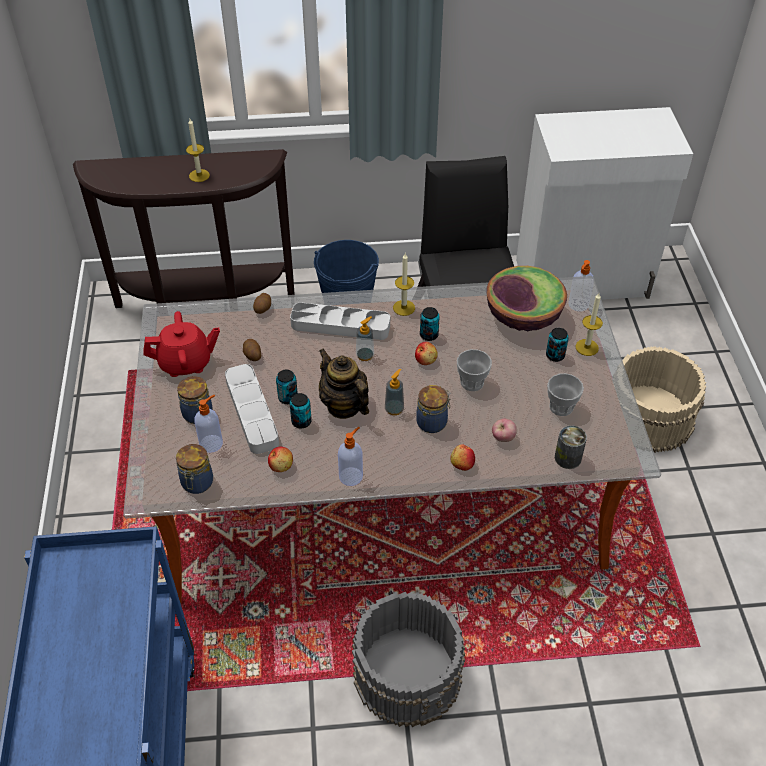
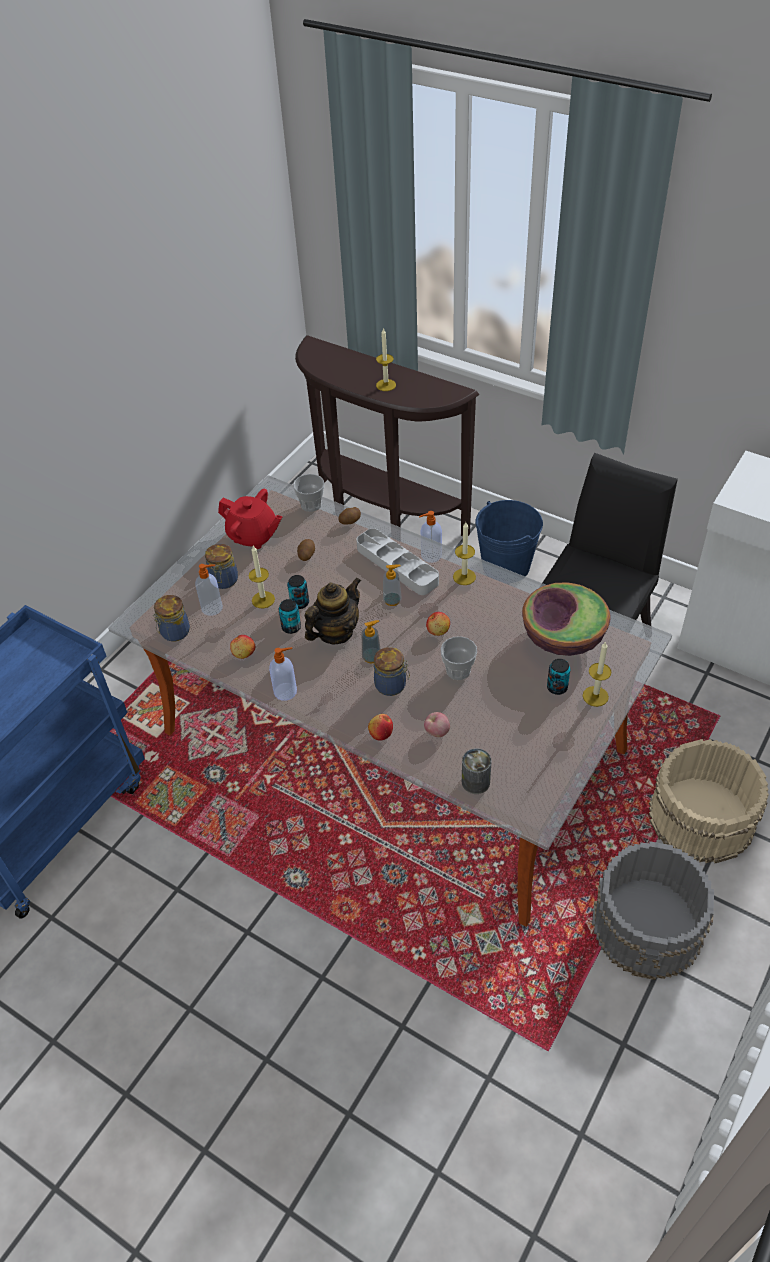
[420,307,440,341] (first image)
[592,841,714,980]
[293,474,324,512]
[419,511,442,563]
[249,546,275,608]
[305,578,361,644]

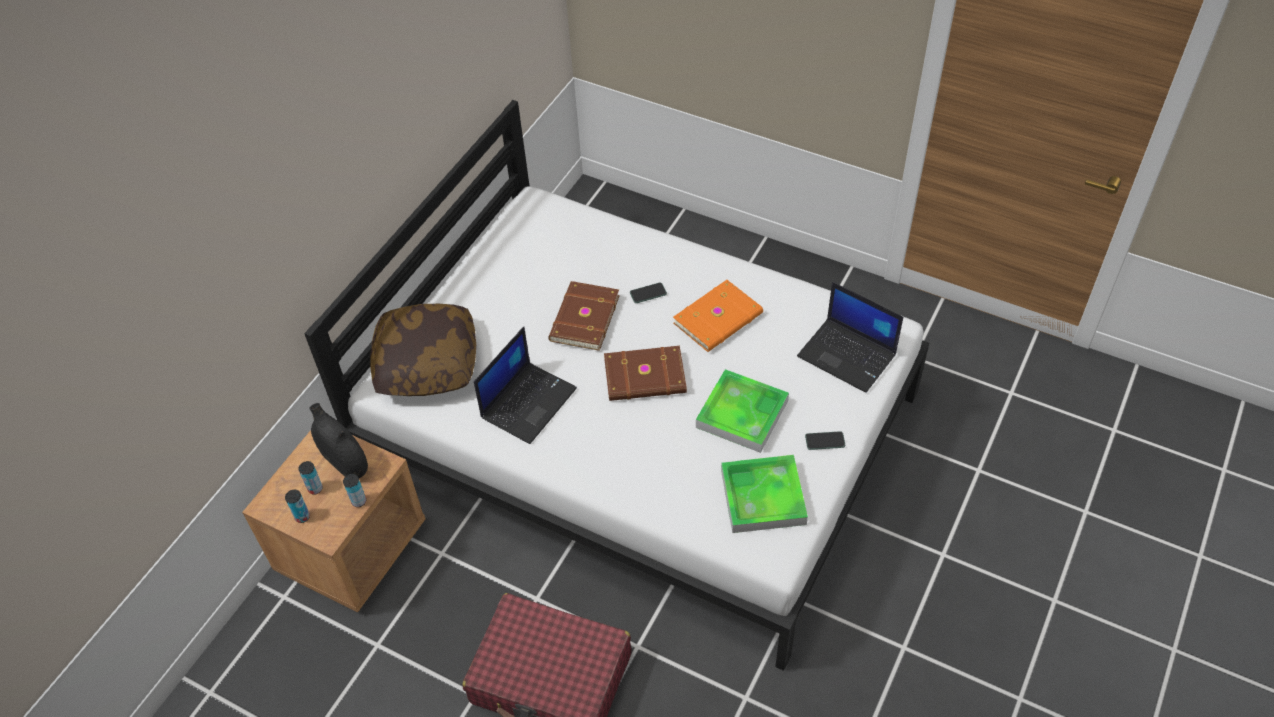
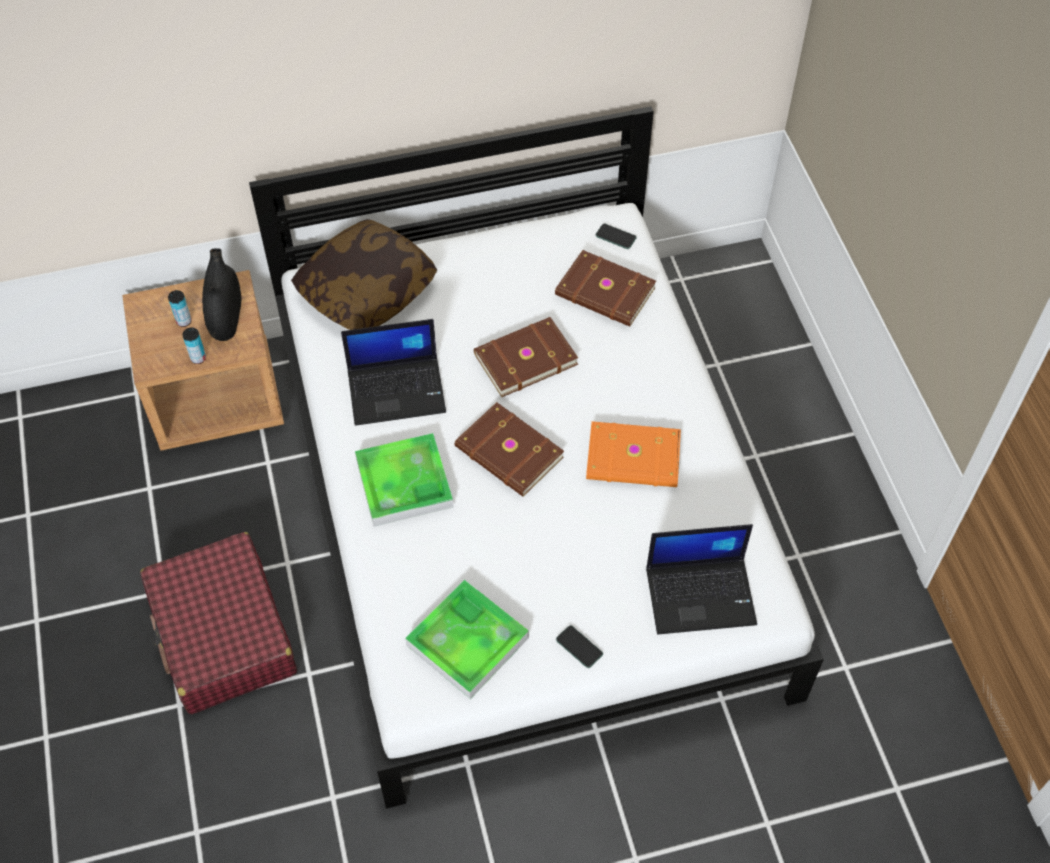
[285,490,310,523] (first image)
[555,250,656,327]
[596,224,637,249]
[355,433,454,527]
[646,524,757,634]

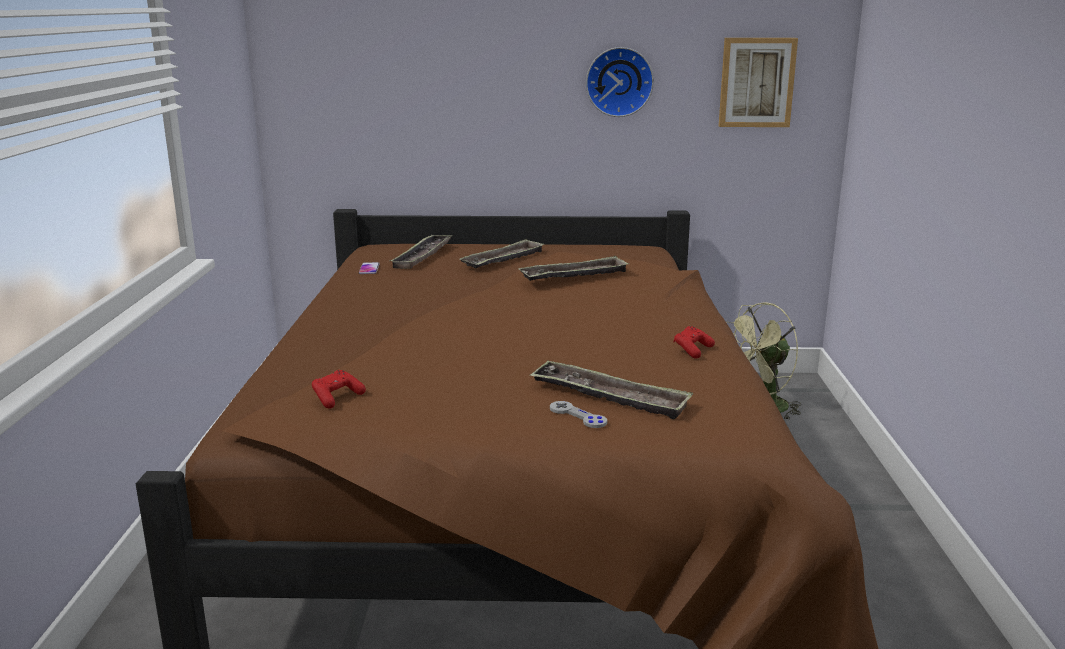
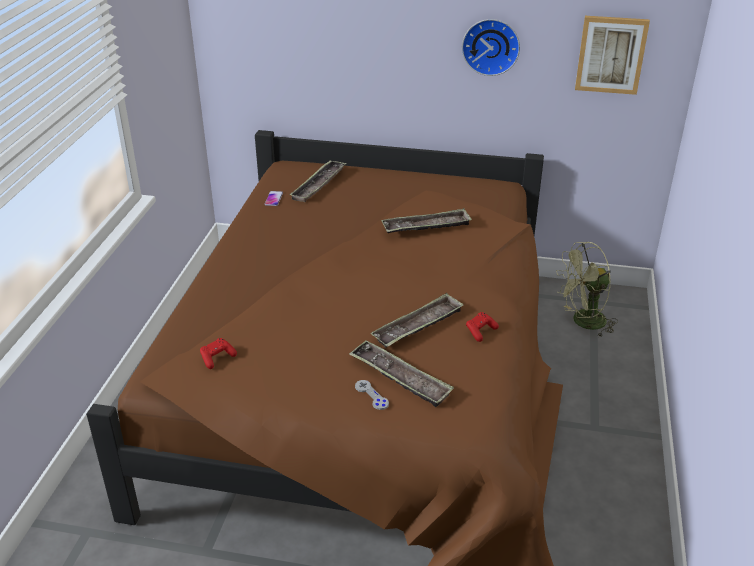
[371,293,464,347]

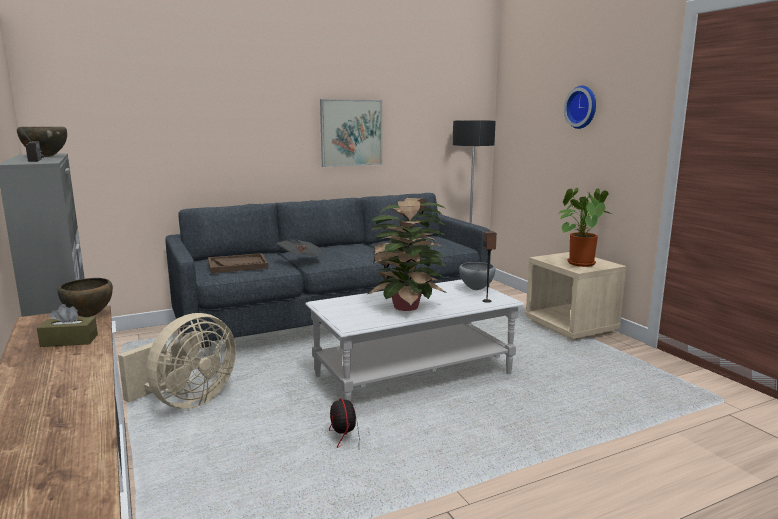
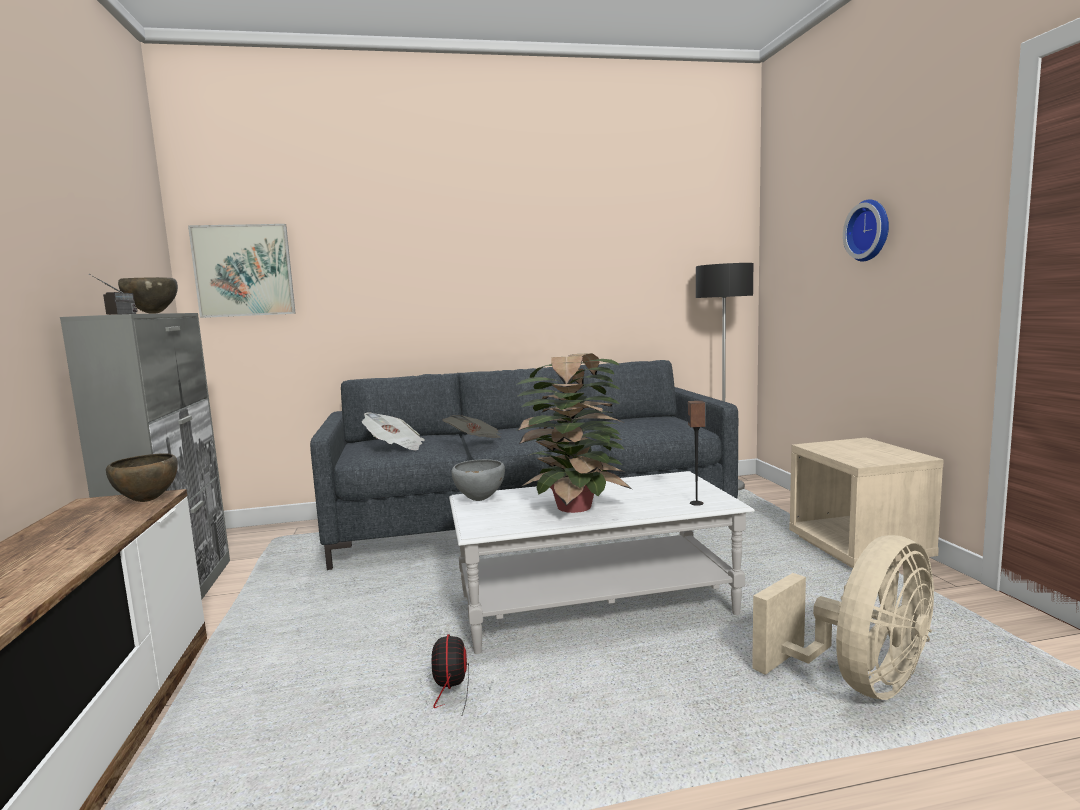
[37,304,98,347] (first image)
[559,188,612,267] (first image)
[752,535,934,700]
[188,224,296,318]
[451,459,505,501]
[362,413,425,450]

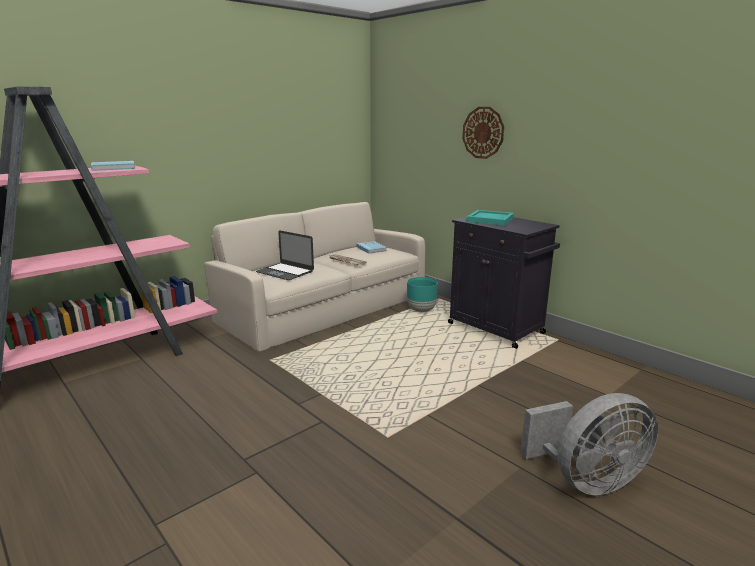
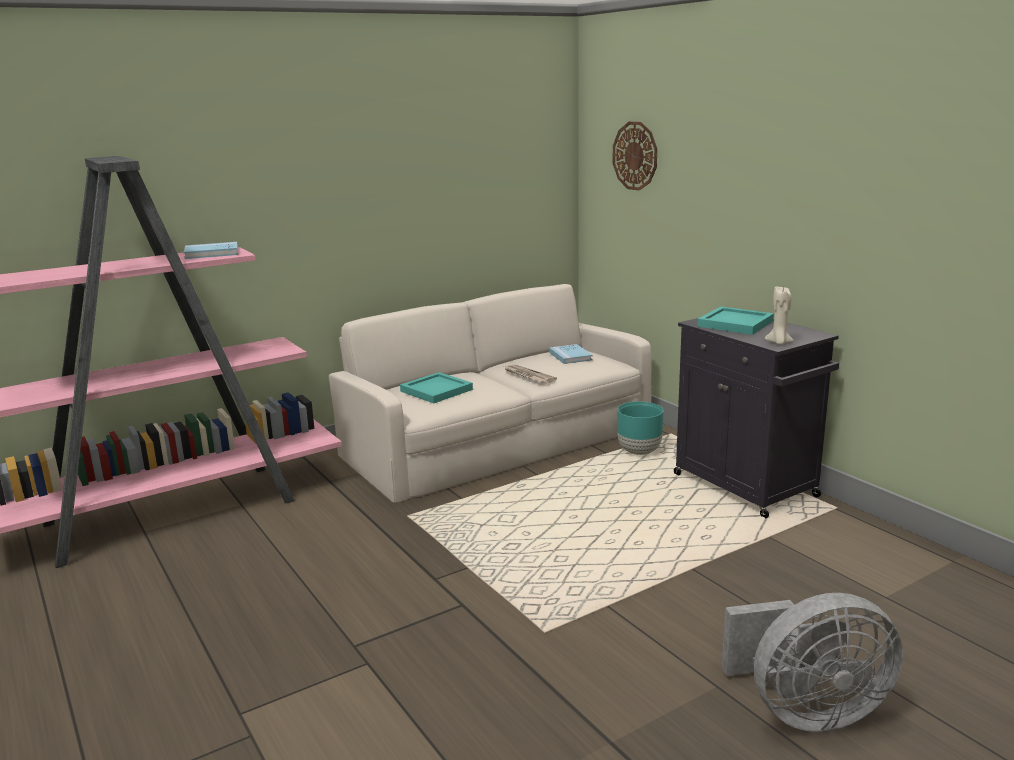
[765,287,794,345]
[612,122,657,191]
[400,372,473,403]

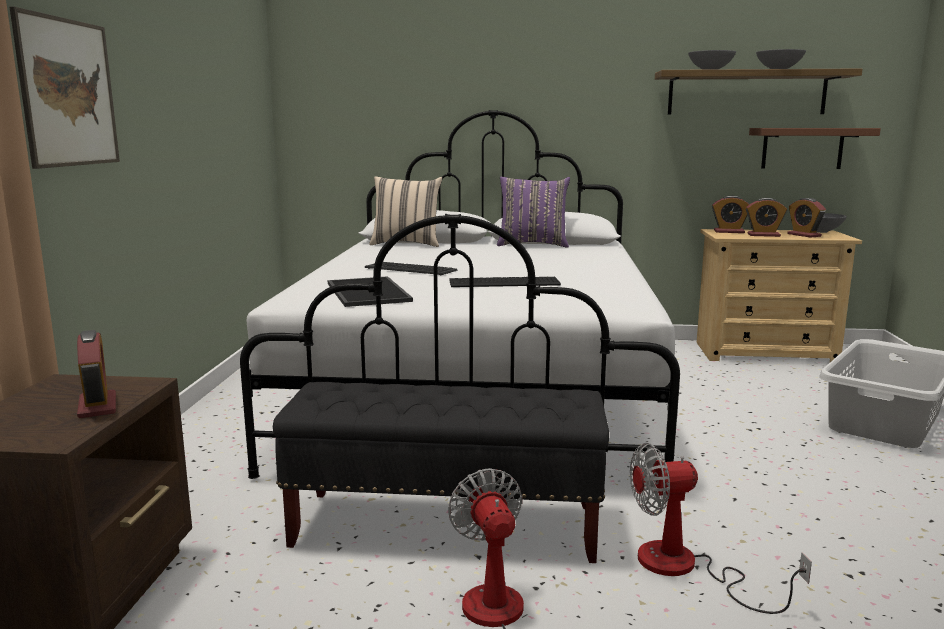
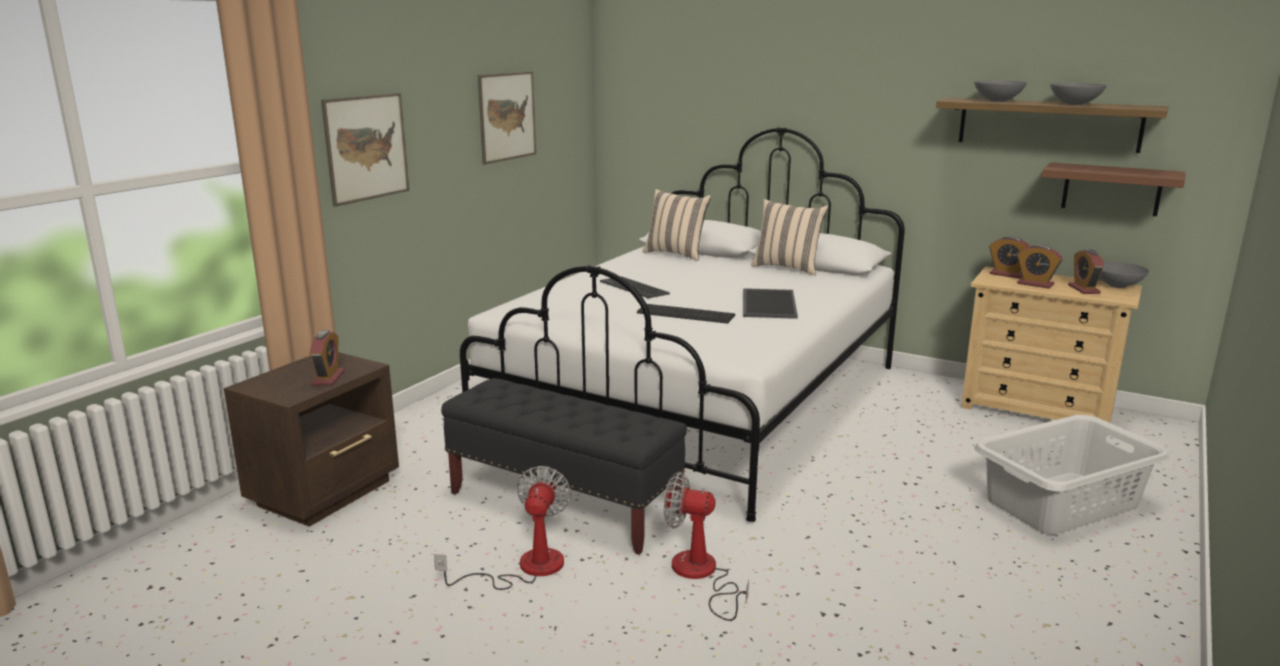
[478,71,536,165]
[743,288,798,319]
[751,199,828,276]

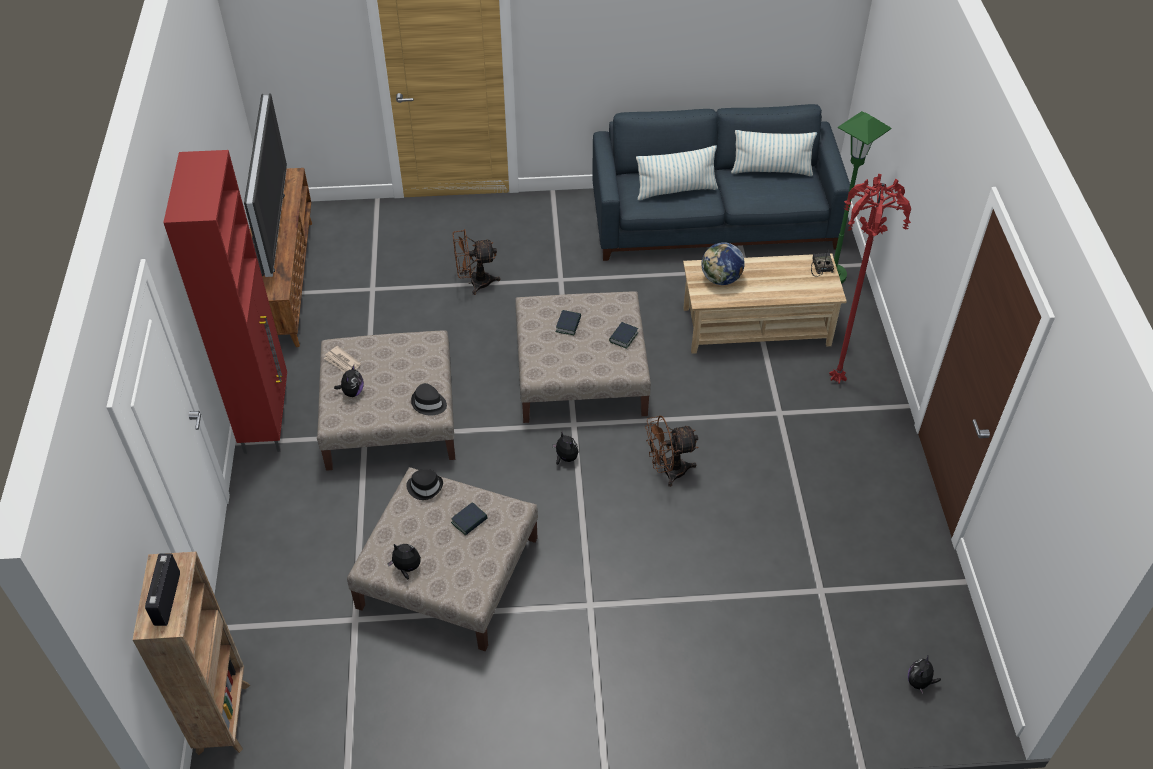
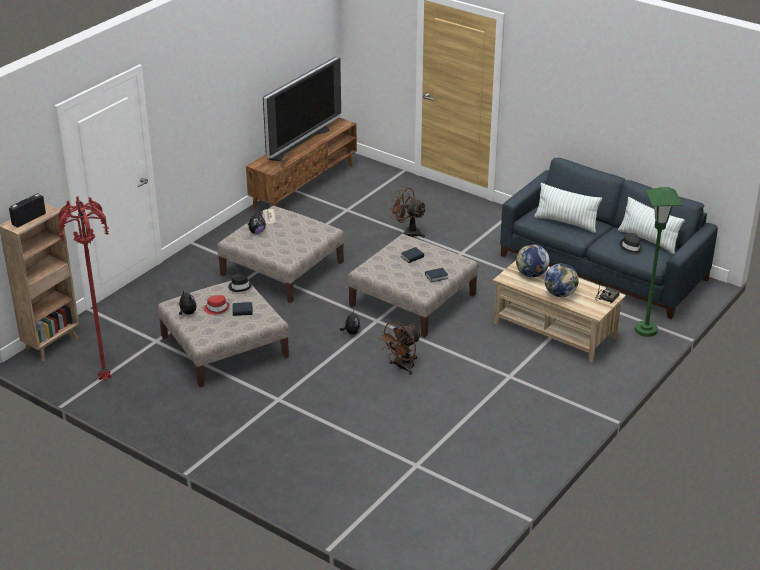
[163,150,287,454] (first image)
[908,656,941,694] (first image)
[204,295,230,315]
[544,263,579,297]
[620,233,643,255]
[58,196,112,380]
[378,322,422,375]

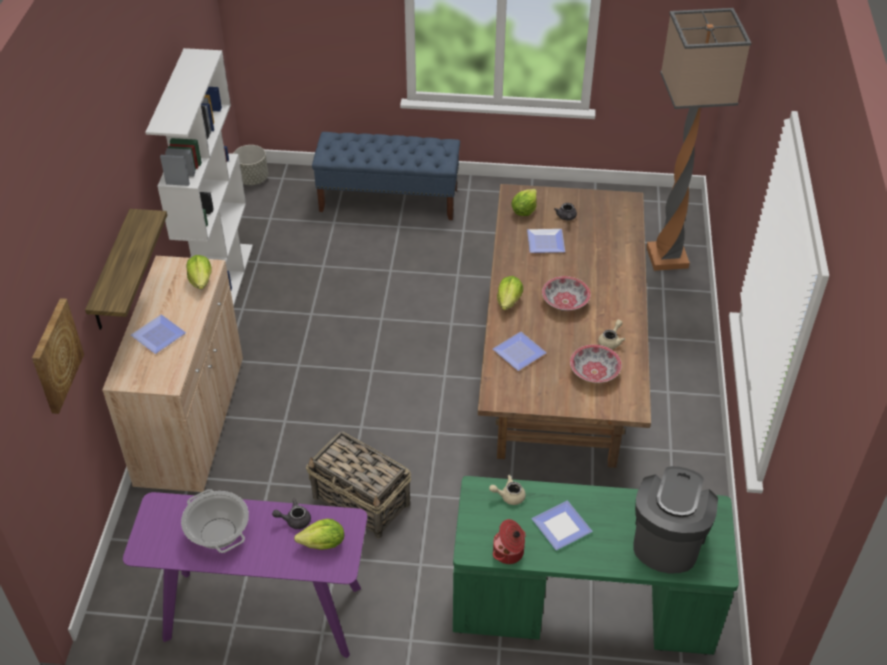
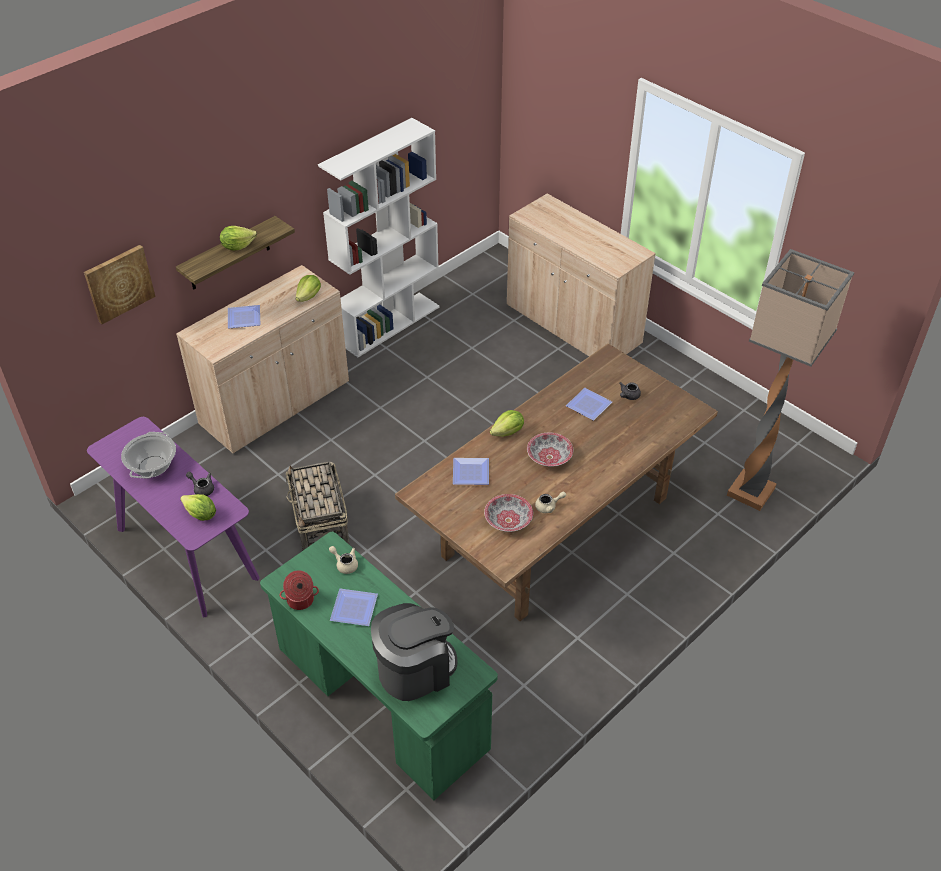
[233,145,268,185] (first image)
[220,226,257,250]
[507,194,656,356]

